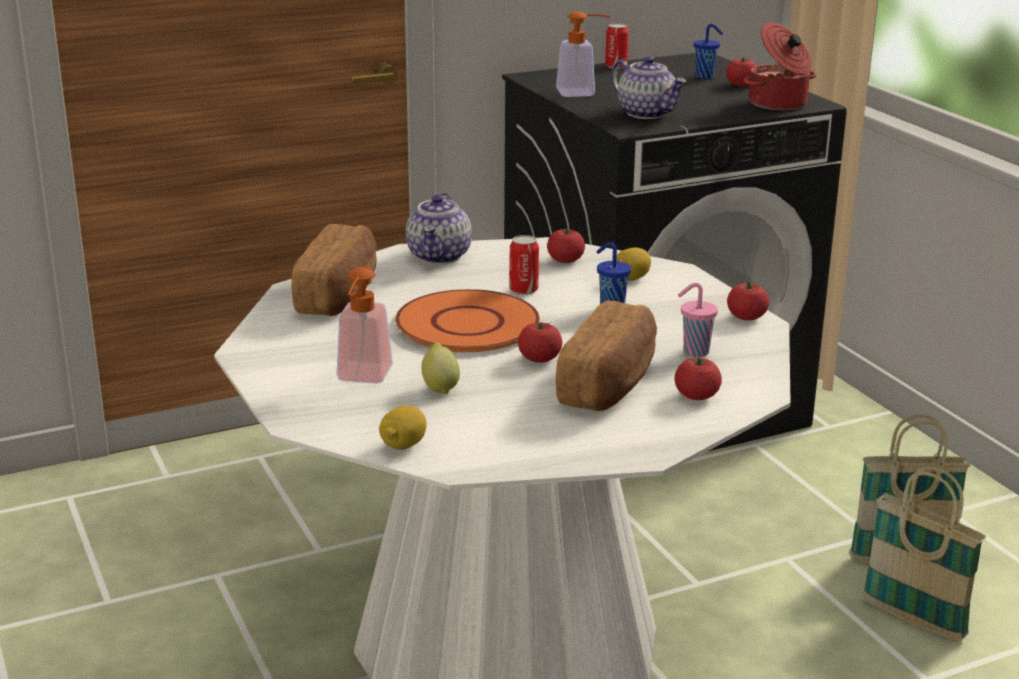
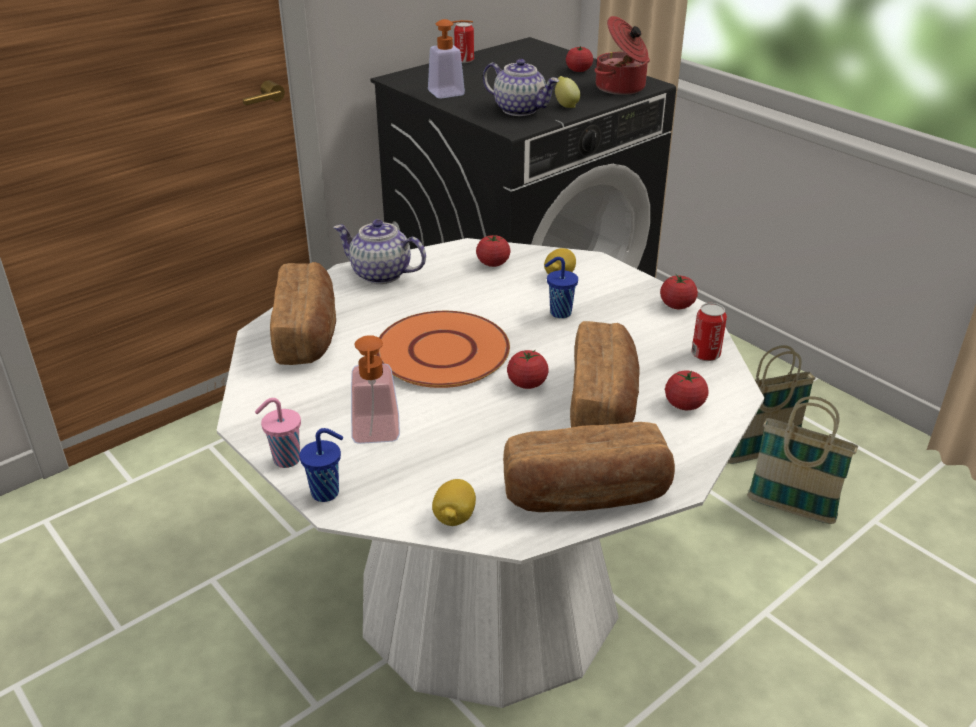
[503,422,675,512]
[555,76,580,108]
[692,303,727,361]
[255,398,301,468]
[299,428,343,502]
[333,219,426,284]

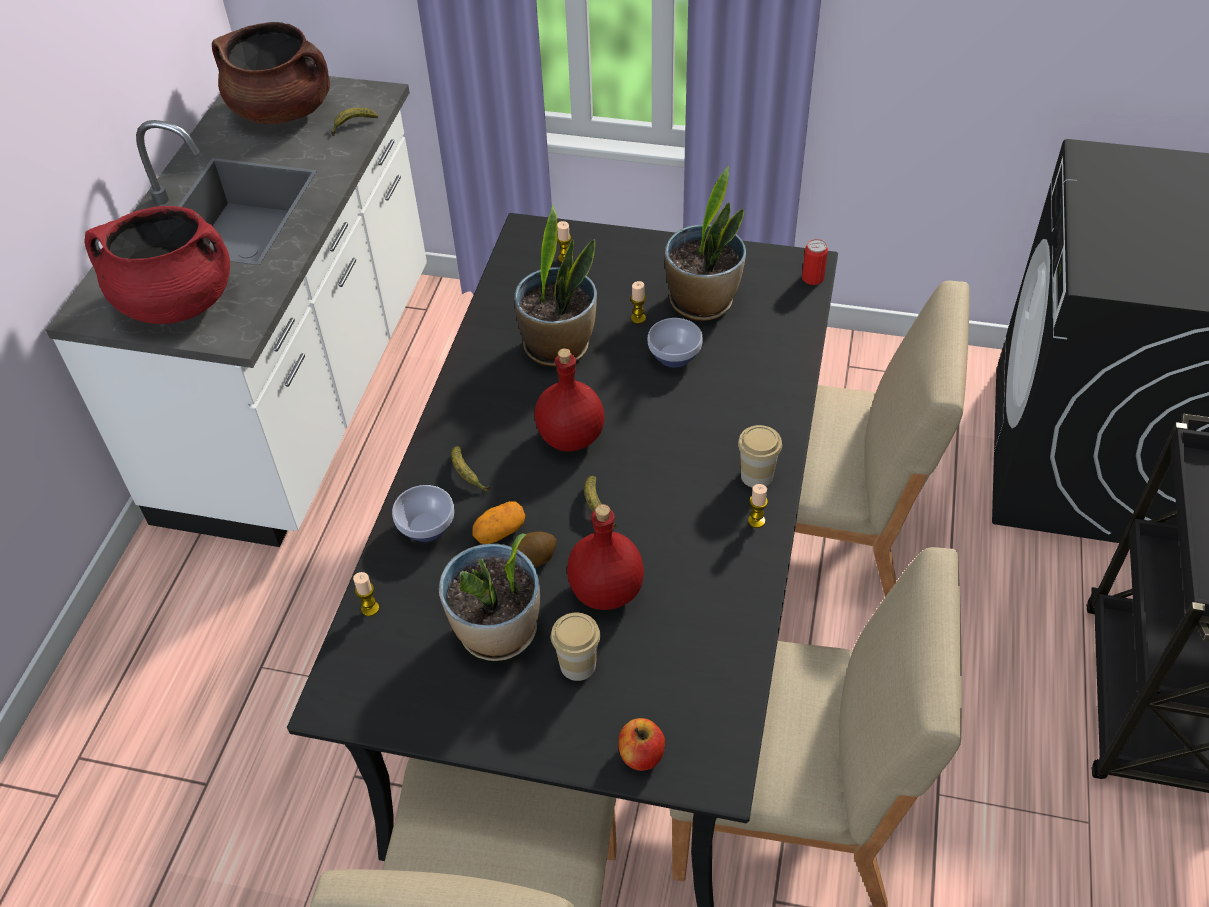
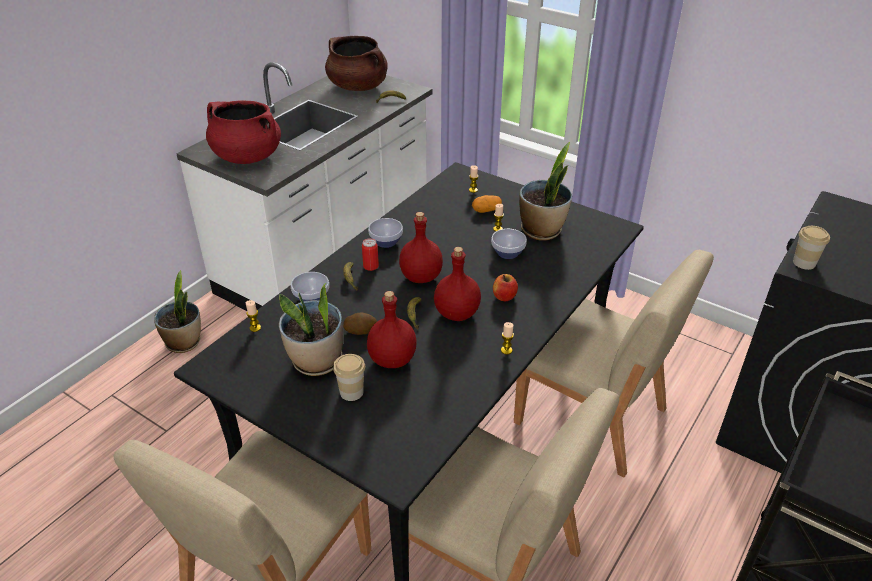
[368,218,403,248]
[434,247,481,321]
[472,195,502,213]
[154,270,201,353]
[493,274,518,301]
[793,226,830,270]
[362,238,379,271]

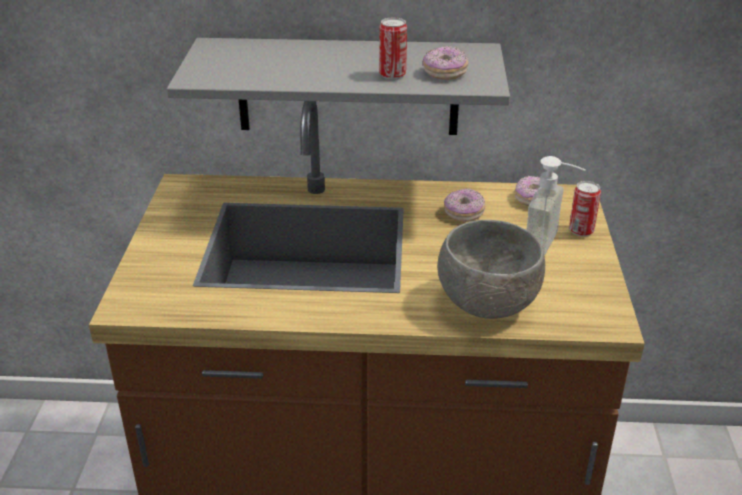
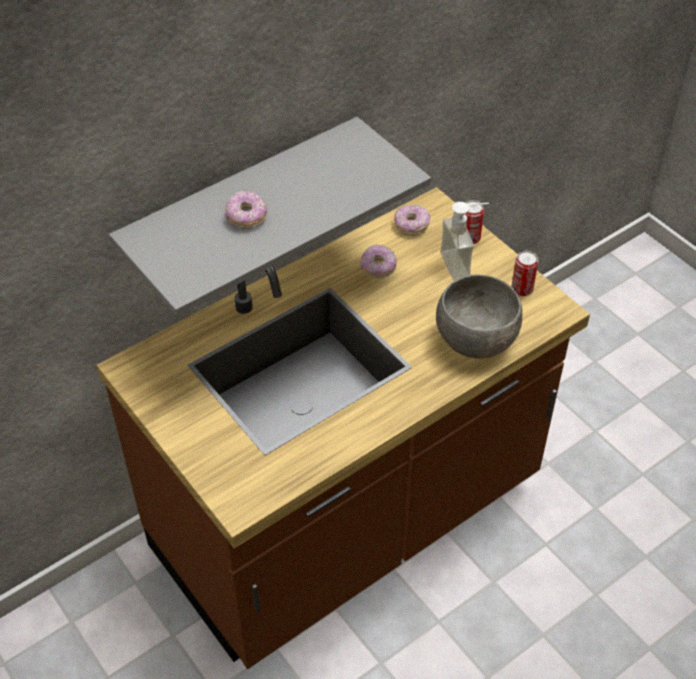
[511,251,538,296]
[225,191,267,229]

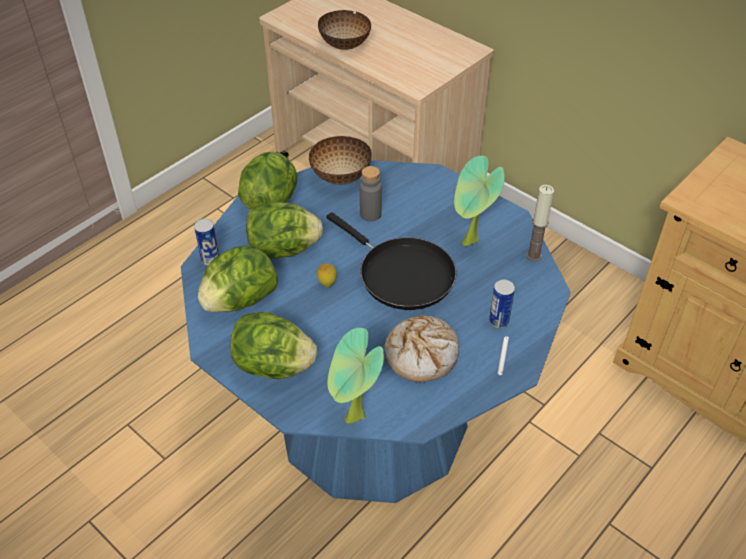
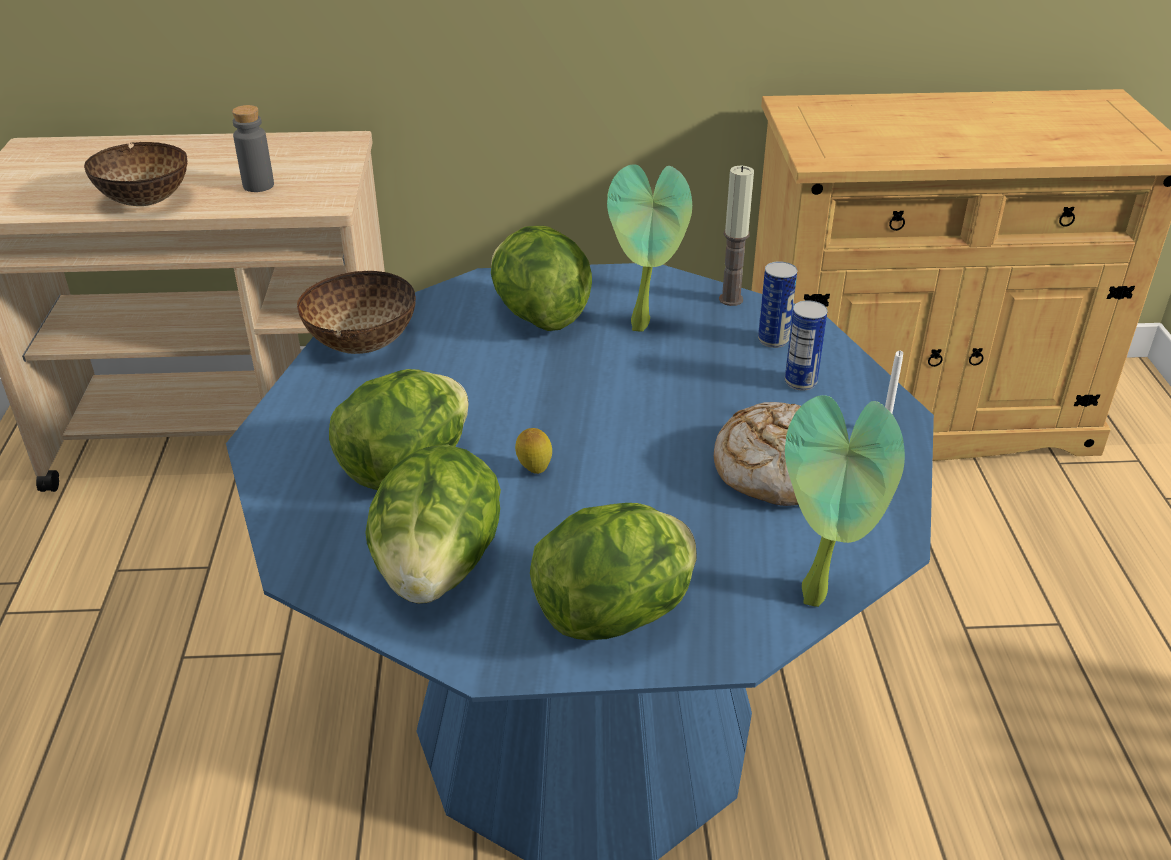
[326,212,456,310] (first image)
[758,261,797,348]
[491,226,592,331]
[232,105,274,192]

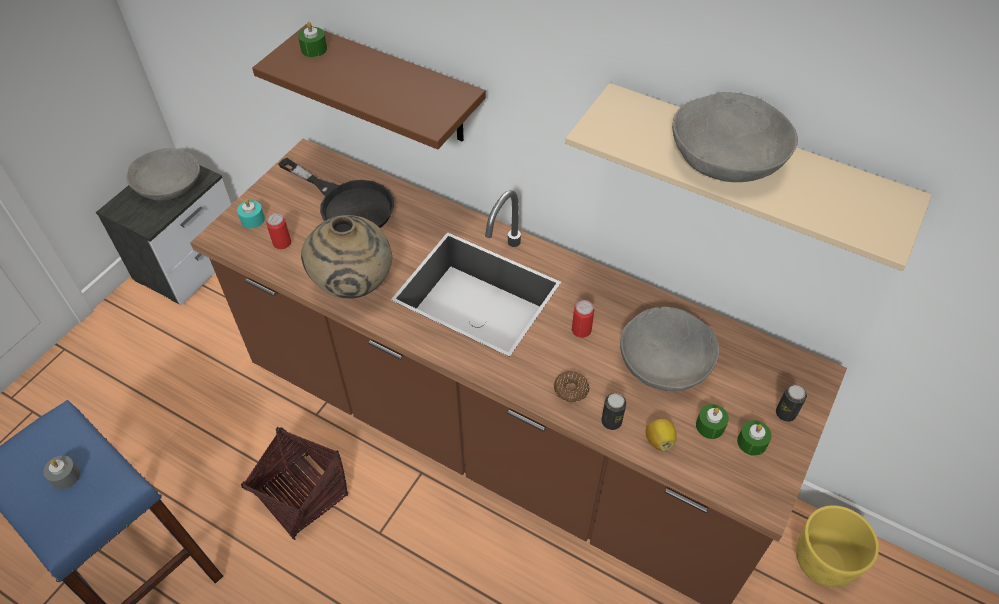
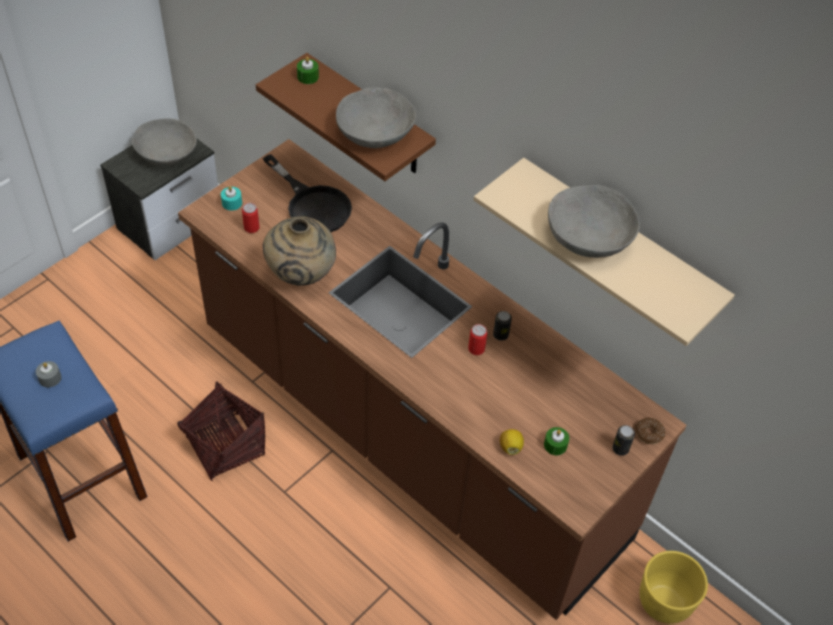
[737,420,772,456] (first image)
[636,418,665,444]
[493,311,512,341]
[336,88,416,148]

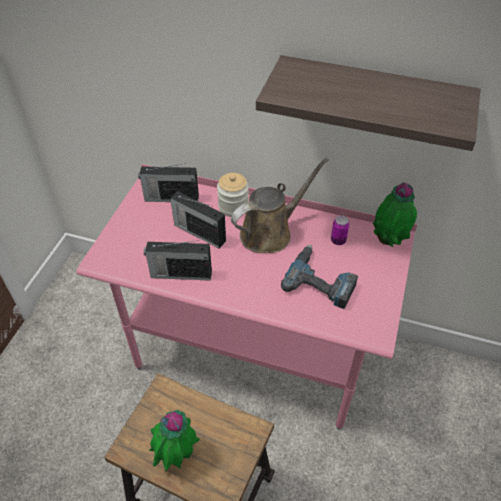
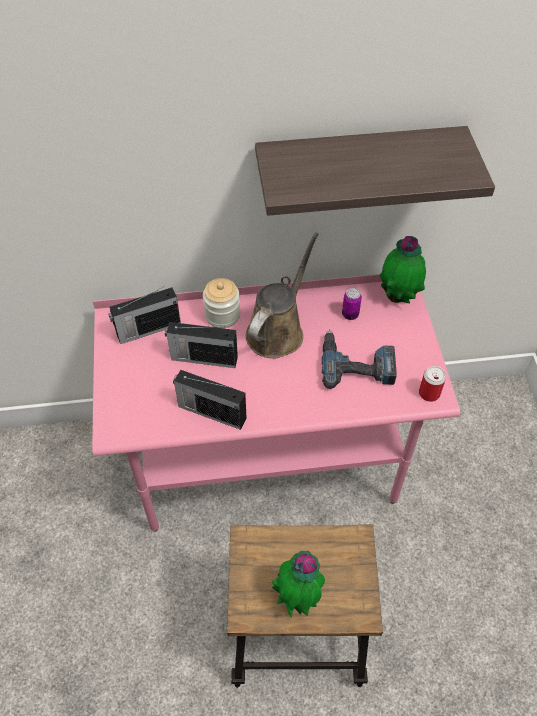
[419,366,446,402]
[173,370,247,430]

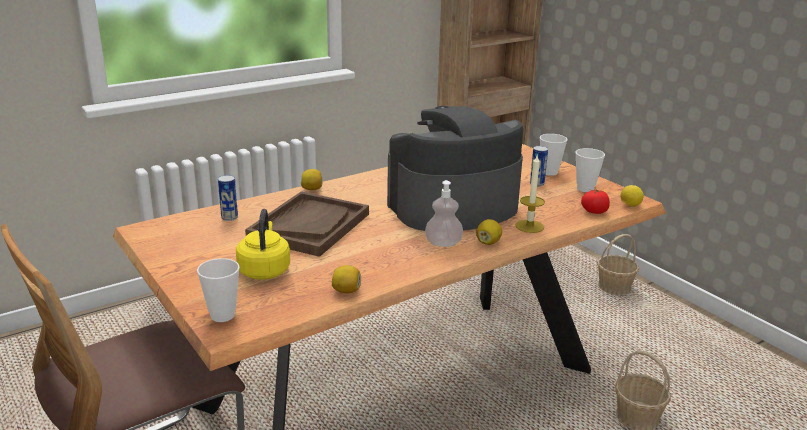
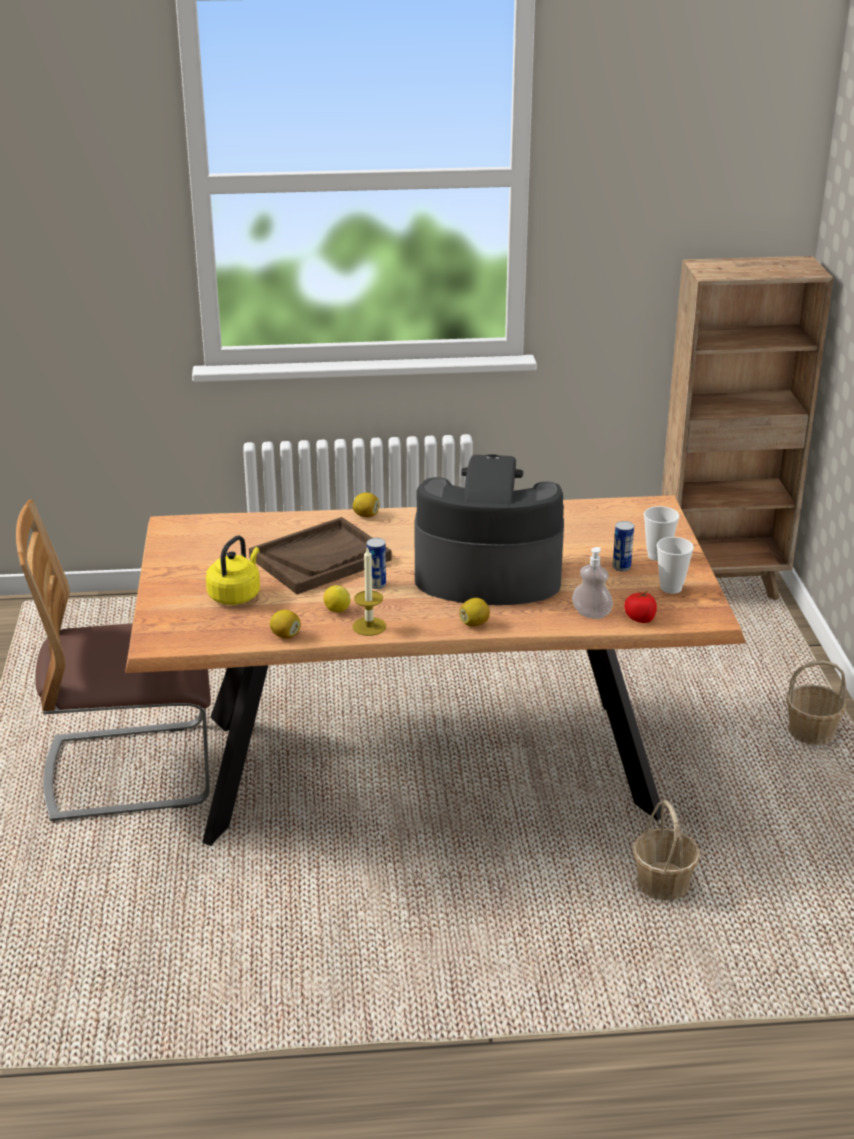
[197,258,240,322] (first image)
[367,538,386,589]
[572,547,613,619]
[352,546,386,636]
[324,585,350,612]

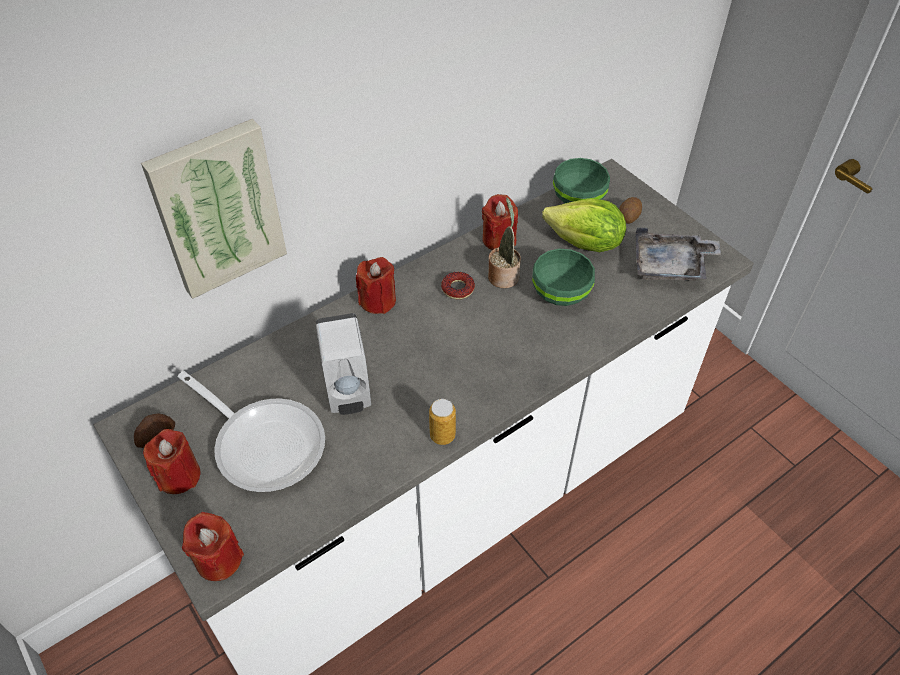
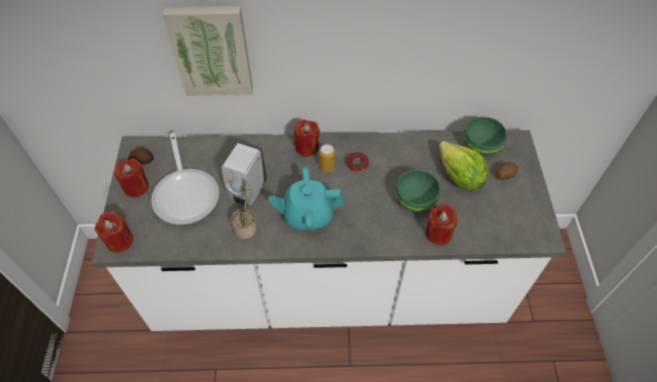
[635,227,721,281] (first image)
[269,167,344,230]
[319,144,335,172]
[426,204,458,245]
[231,181,257,239]

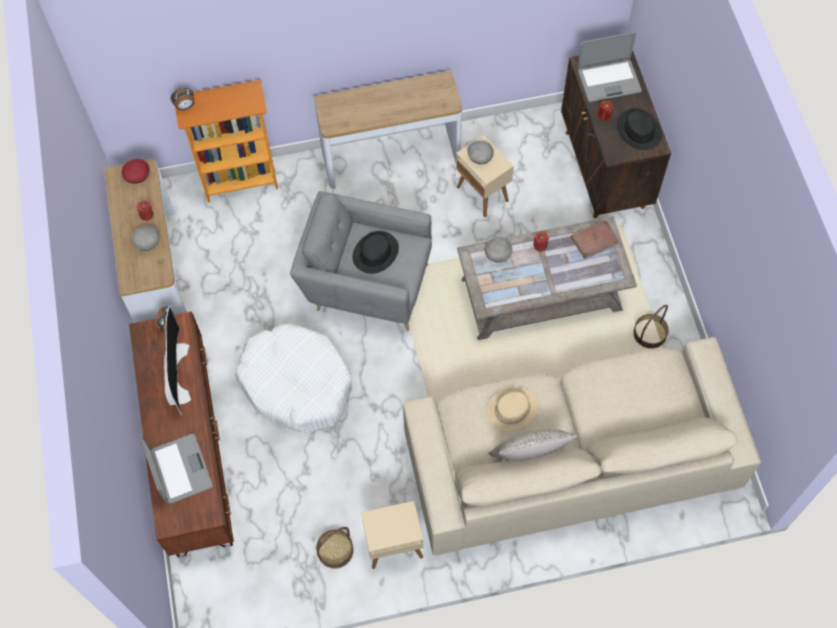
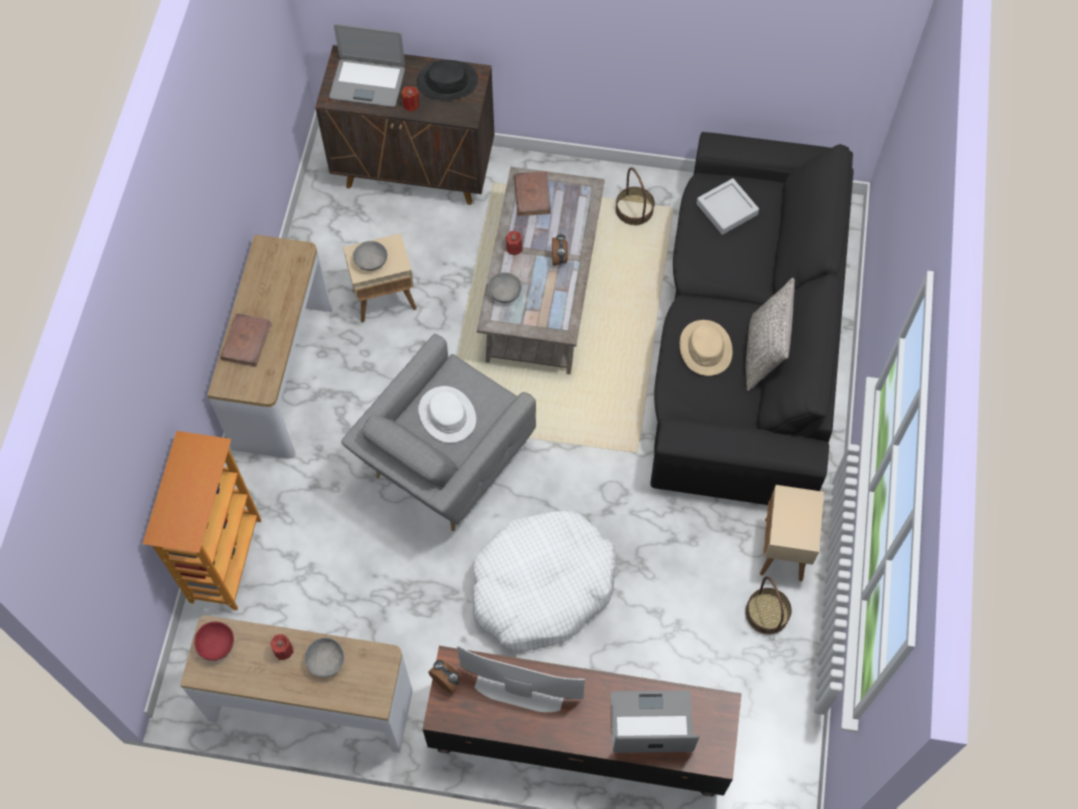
[220,313,272,367]
[696,178,759,235]
[552,233,568,266]
[418,386,476,443]
[650,132,854,505]
[329,24,405,107]

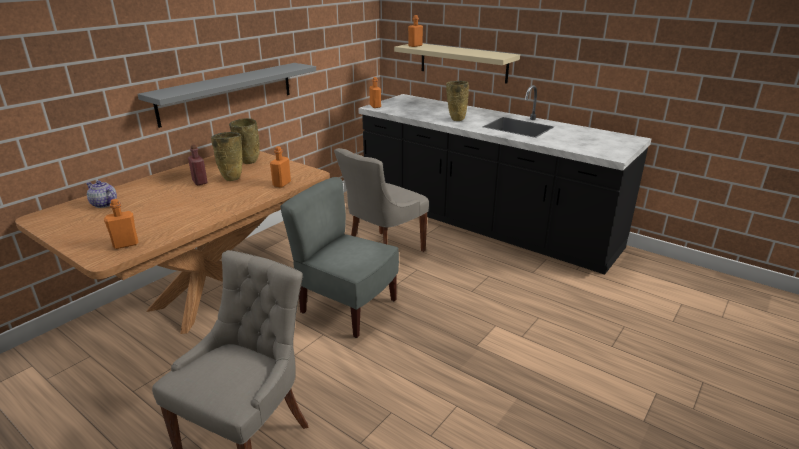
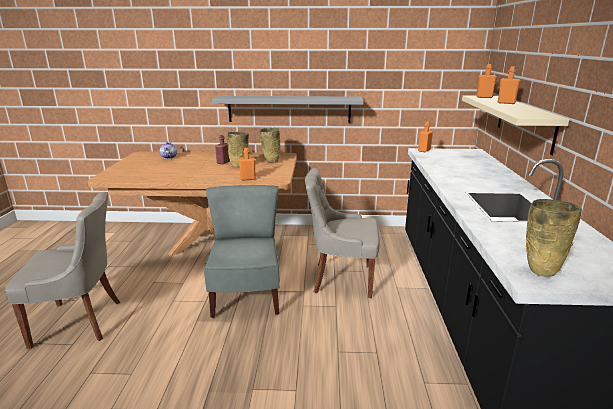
[498,67,521,104]
[526,199,582,277]

